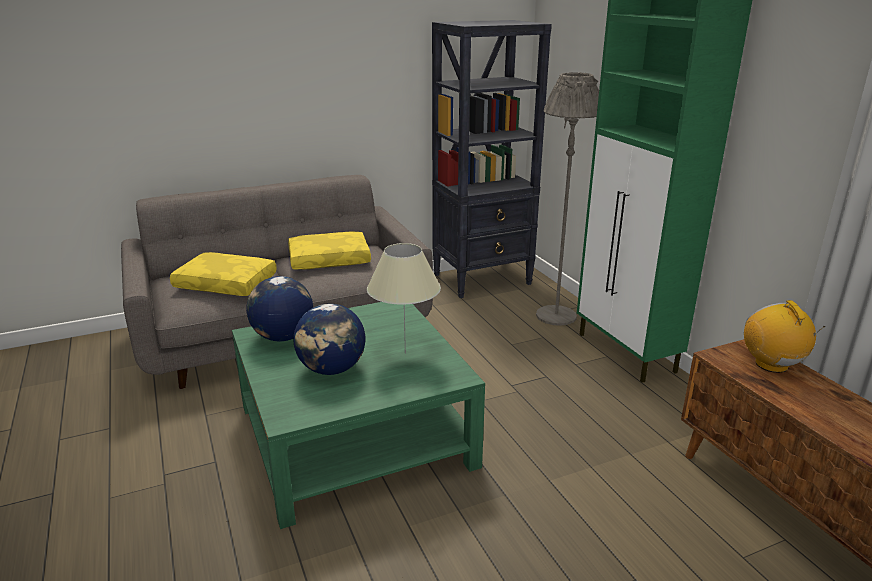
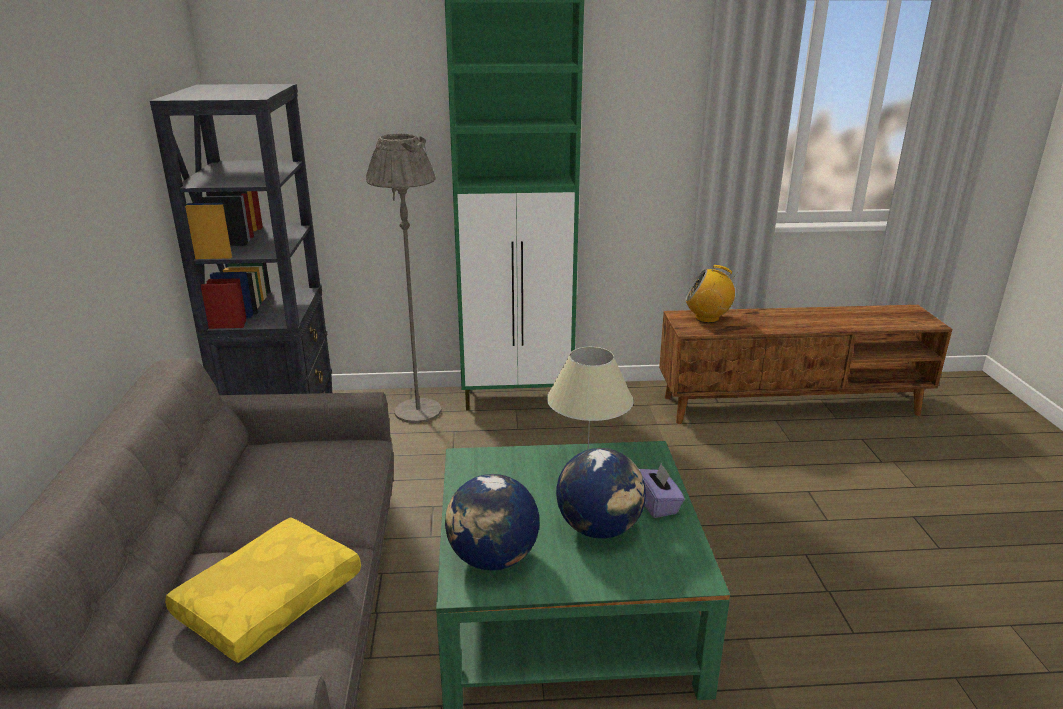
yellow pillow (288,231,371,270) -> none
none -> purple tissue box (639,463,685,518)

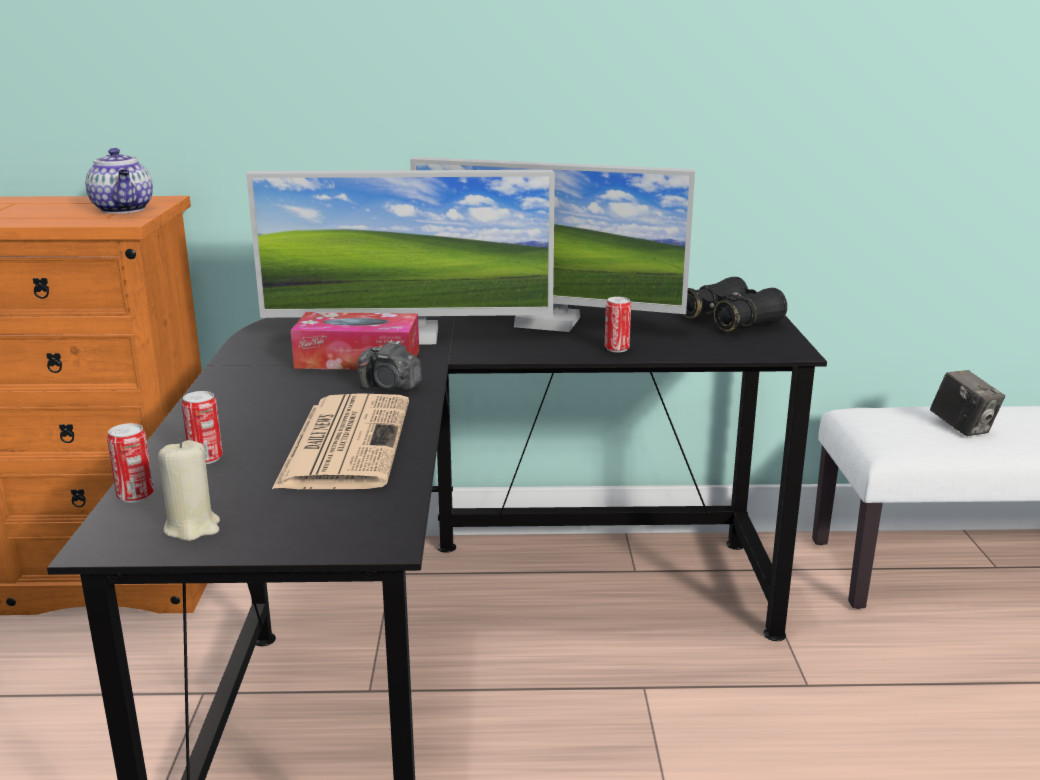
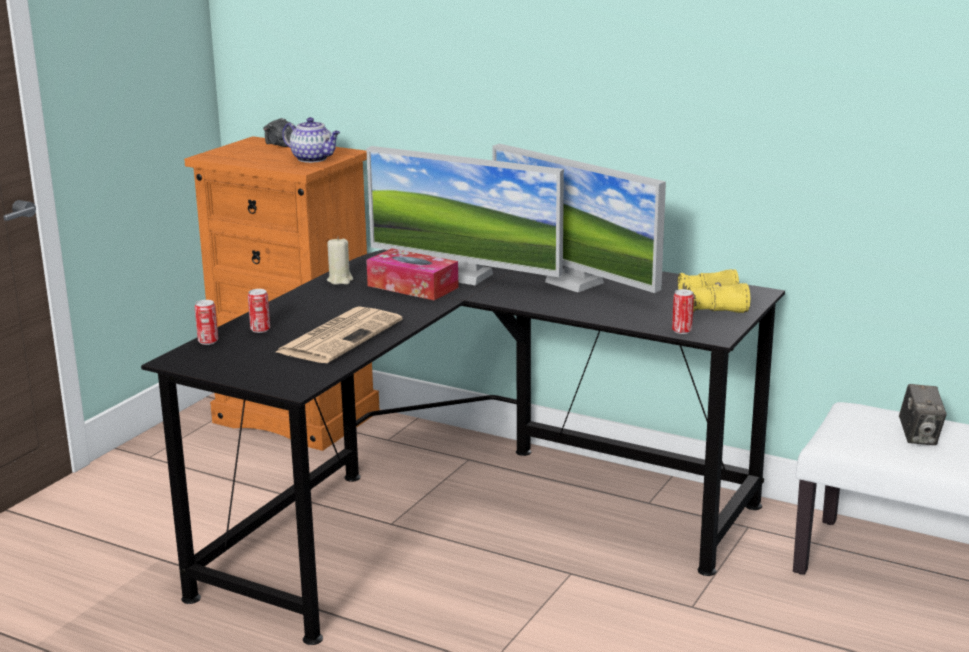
teapot (85,148,153,214) -> teapot (282,117,340,163), 60 degrees counterclockwise
beige candle (158,439,220,541) -> beige candle (327,236,353,285), relocated
photo camera (357,340,422,390) -> photo camera (263,118,293,147), relocated
can (605,297,631,352) -> can (672,289,694,334), relocated
black binoculars (682,277,787,331) -> yellow binoculars (677,269,750,313)

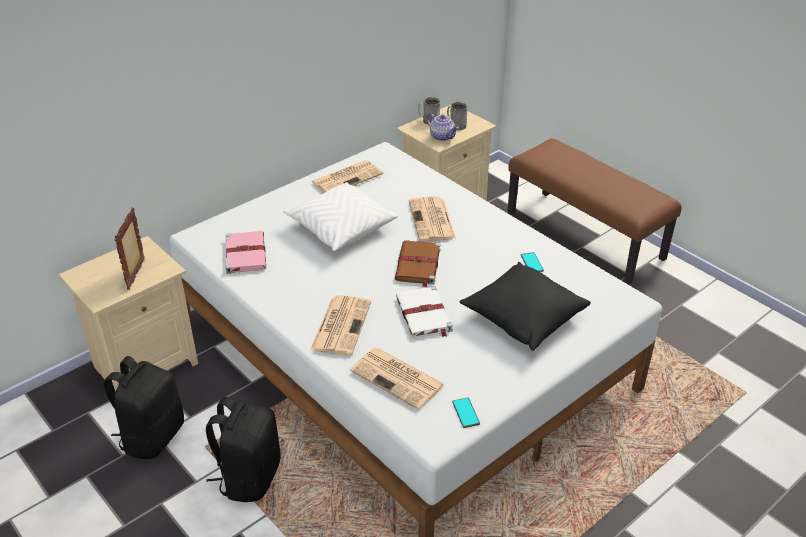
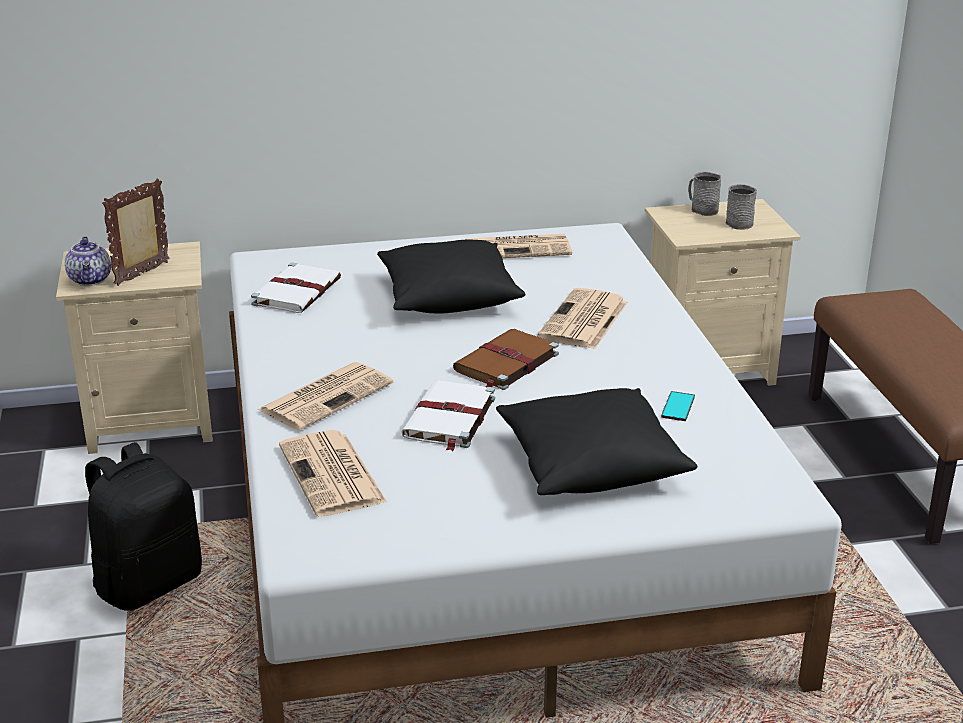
black backpack (104,356,184,459) -> none
pink book (226,231,266,274) -> white book (251,263,341,313)
white pillow (283,182,398,251) -> black pillow (377,240,525,314)
teapot (427,113,459,141) -> teapot (65,236,111,286), relocated
phone (452,398,480,428) -> none

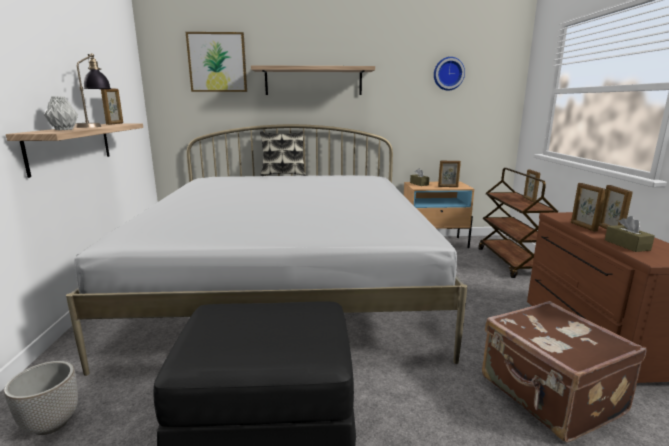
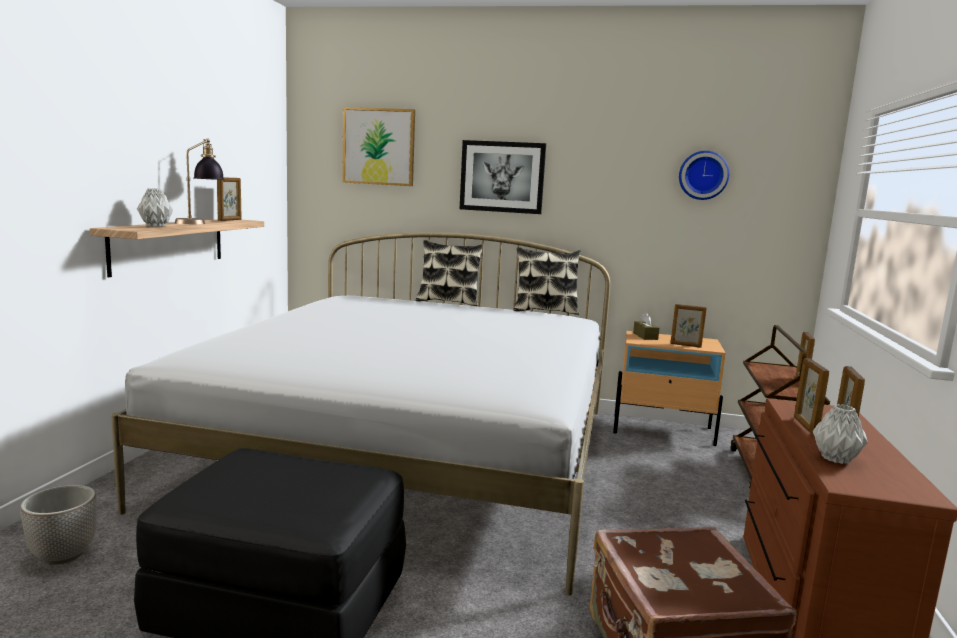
shelf (251,65,375,95) -> picture (460,140,546,214)
brown tissue box (605,216,655,252) -> grey vase (813,404,868,464)
none -> pillow (514,247,581,315)

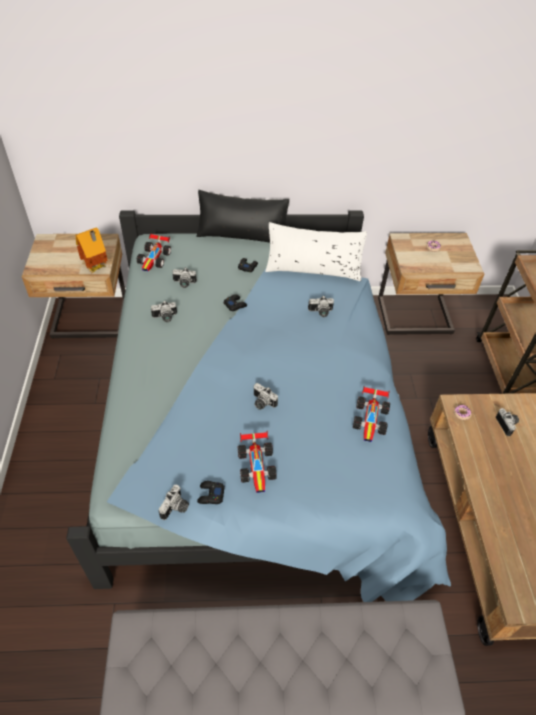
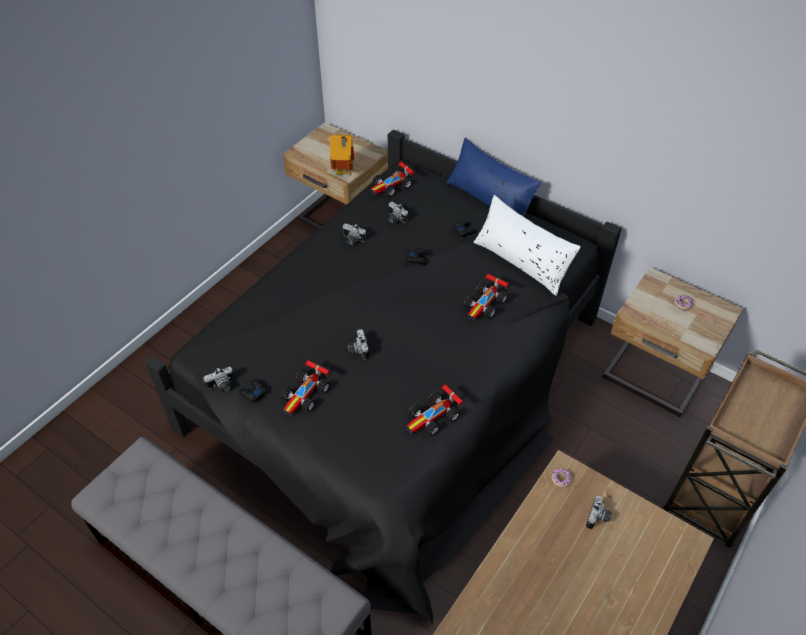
blue bed (66,211,451,602) -> black bed (145,129,622,626)
black pillow (196,190,289,242) -> blue pillow (447,137,541,216)
photo camera (308,296,334,317) -> toy car (464,272,509,320)

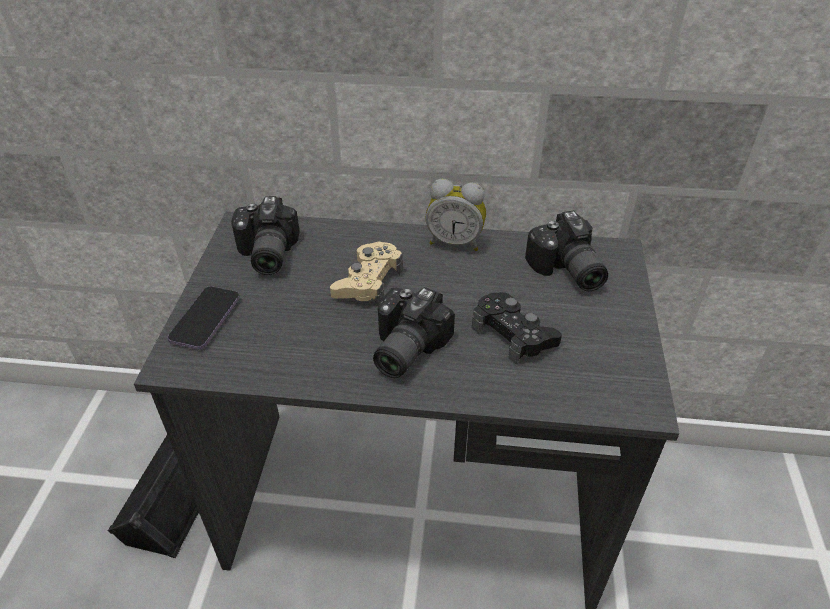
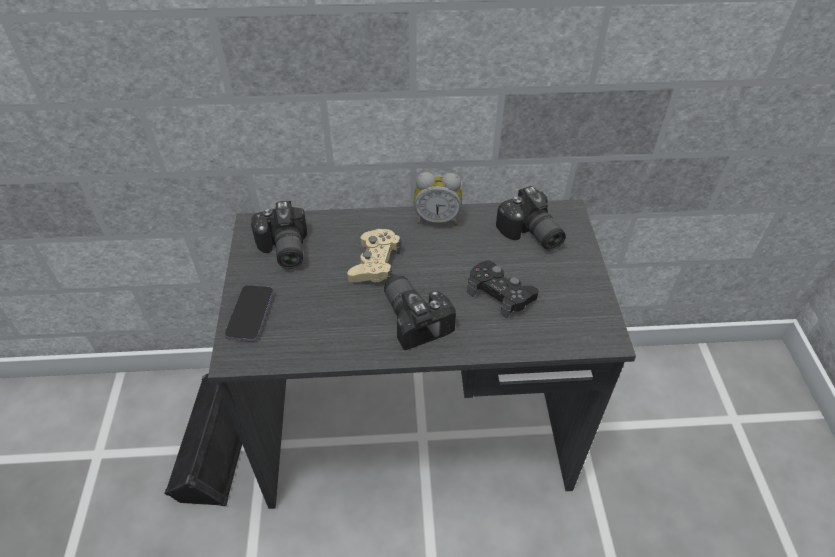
photo camera (373,287,455,378) -> photo camera (384,276,456,350), 135 degrees clockwise

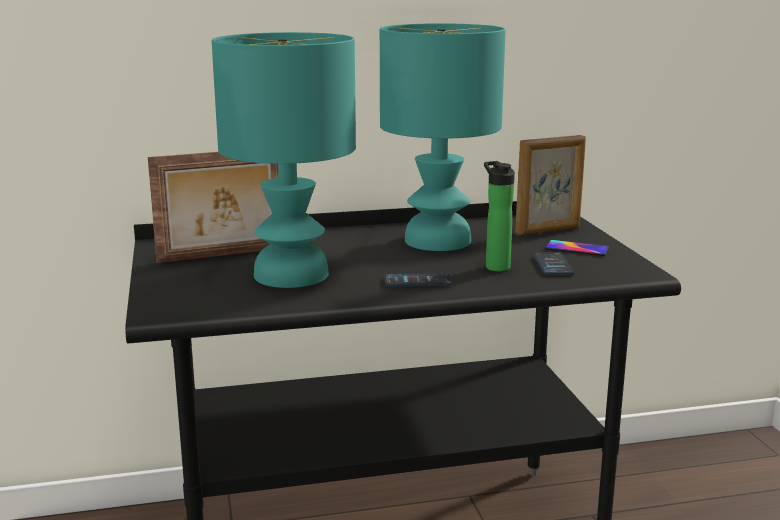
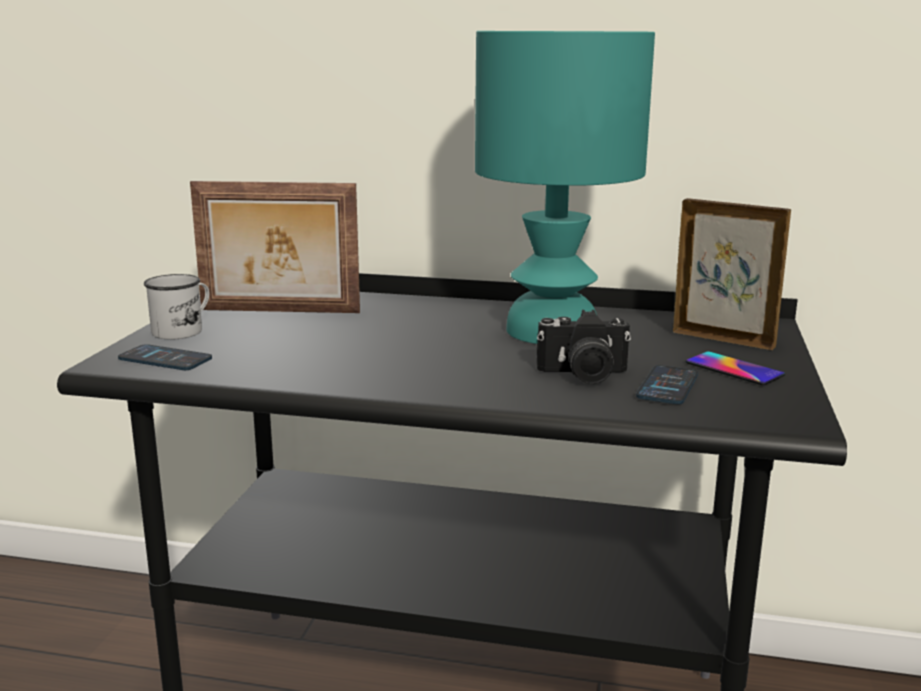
turquoise table lamp (212,32,356,288) -> none
phone (384,273,452,287) -> phone (118,344,212,370), relocated
bottle (484,161,515,271) -> photo camera (537,310,631,384)
picture frame (515,135,586,235) -> picture frame (673,198,791,350), 150 degrees counterclockwise
none -> white mug (144,274,209,339)

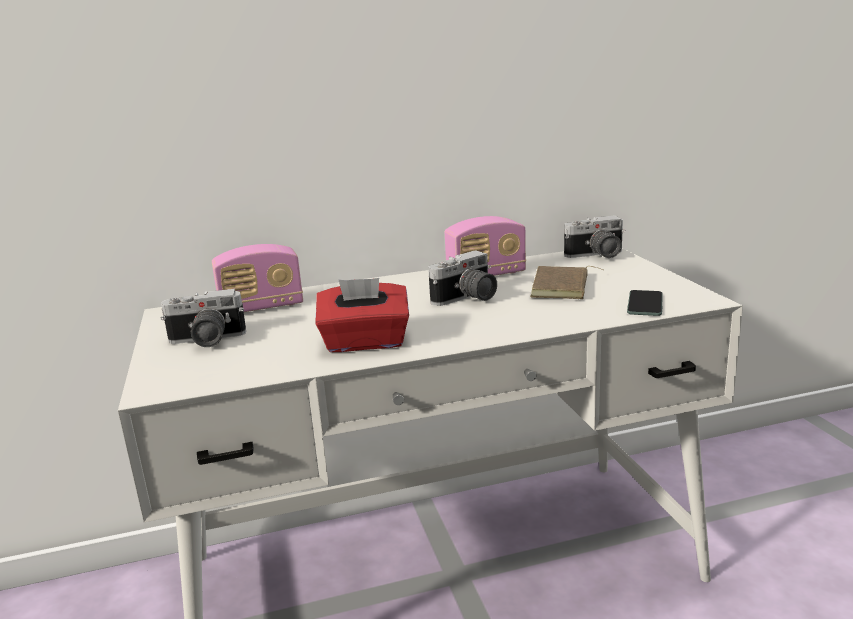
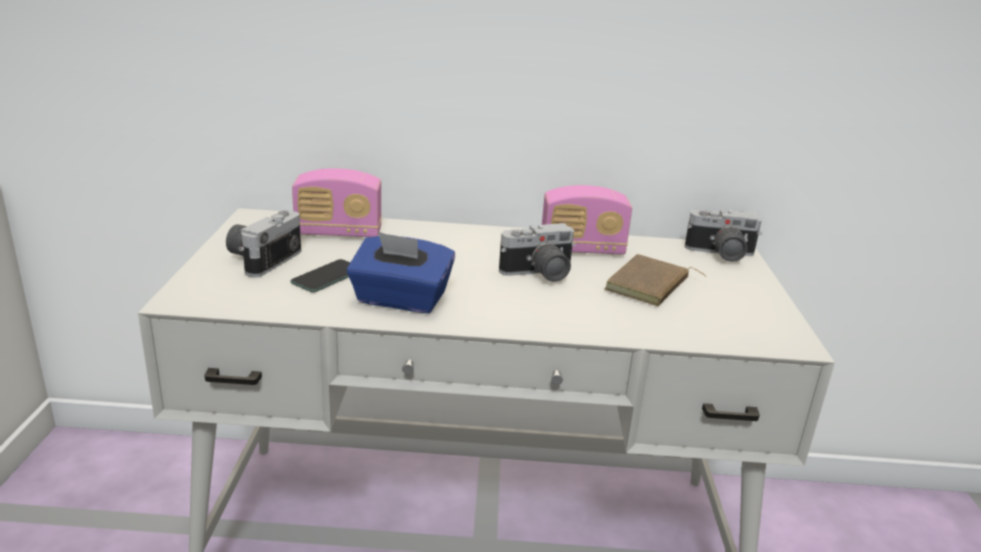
photo camera (160,289,246,347) -> photo camera (226,210,301,277), 105 degrees clockwise
red tissue box (315,278,409,352) -> blue tissue box (347,232,455,313)
phone (627,290,663,316) -> phone (290,259,350,292), relocated

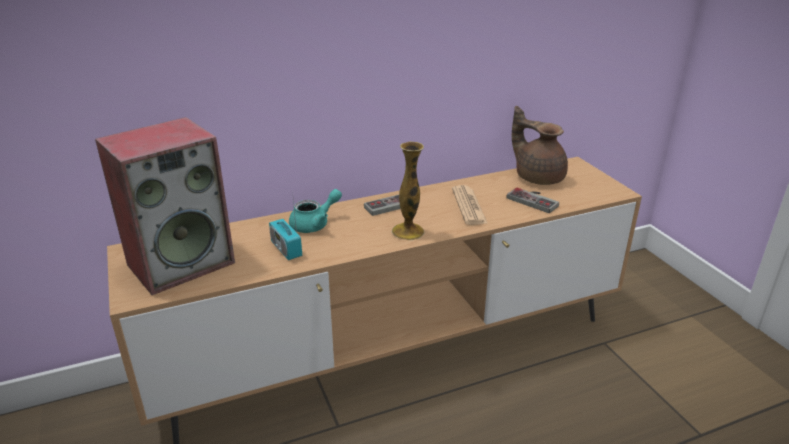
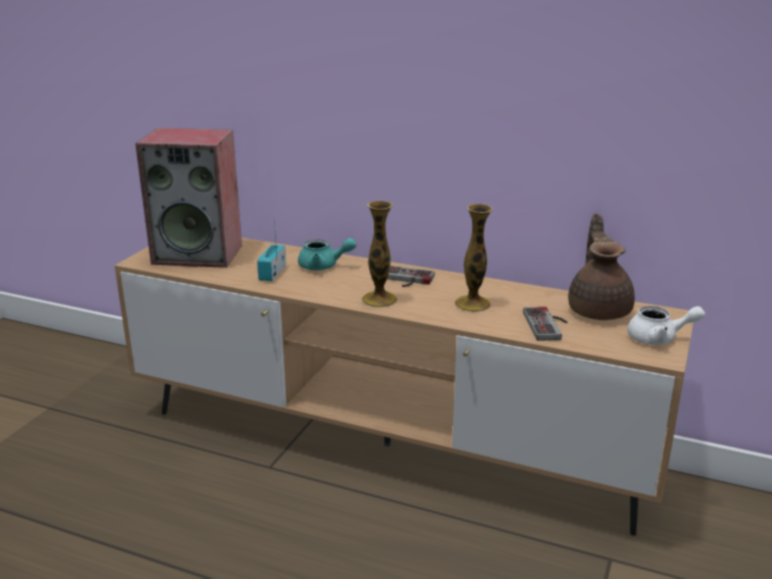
newspaper (452,185,488,225) -> vase (455,204,493,312)
none -> white teapot (628,306,705,345)

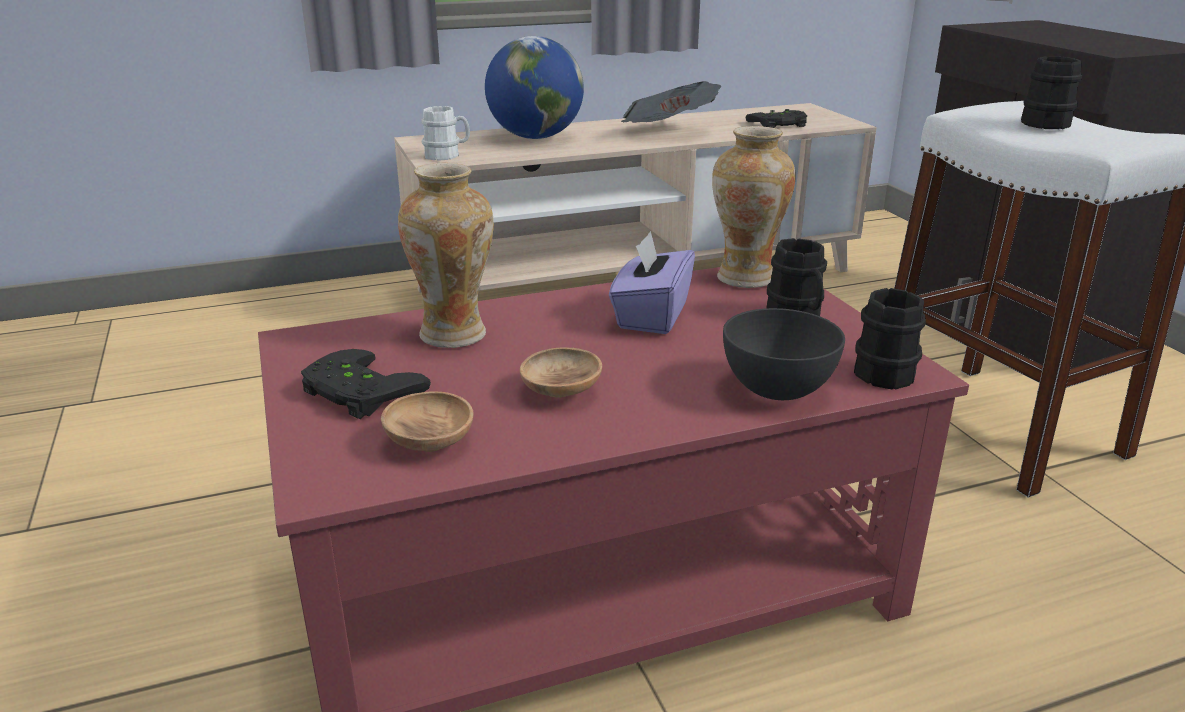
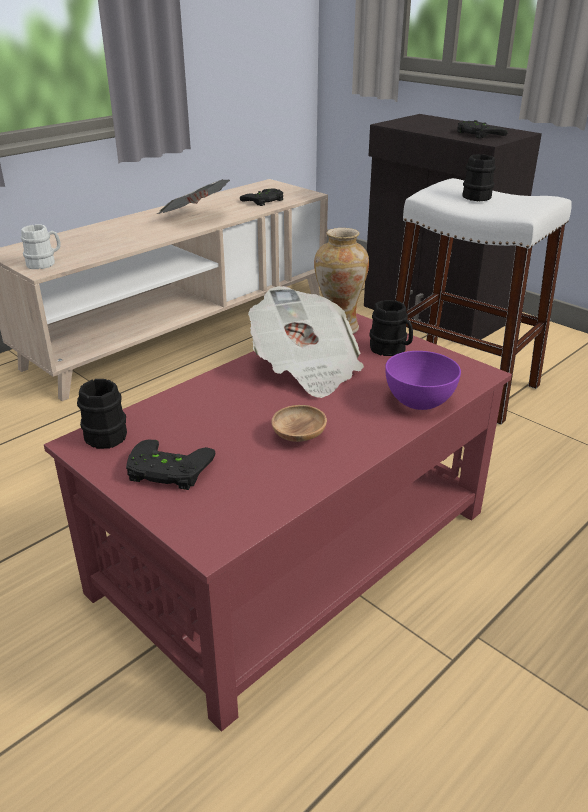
brown bowl (381,392,474,452) -> none
vase (398,163,494,348) -> none
globe (485,36,584,139) -> none
purple tissue box (609,231,695,334) -> newspaper (248,286,364,398)
grey bowl (723,308,845,400) -> purple bowl (385,351,461,410)
black mug (854,288,926,390) -> black mug (77,379,127,449), relocated
none -> black game controller (457,120,508,138)

